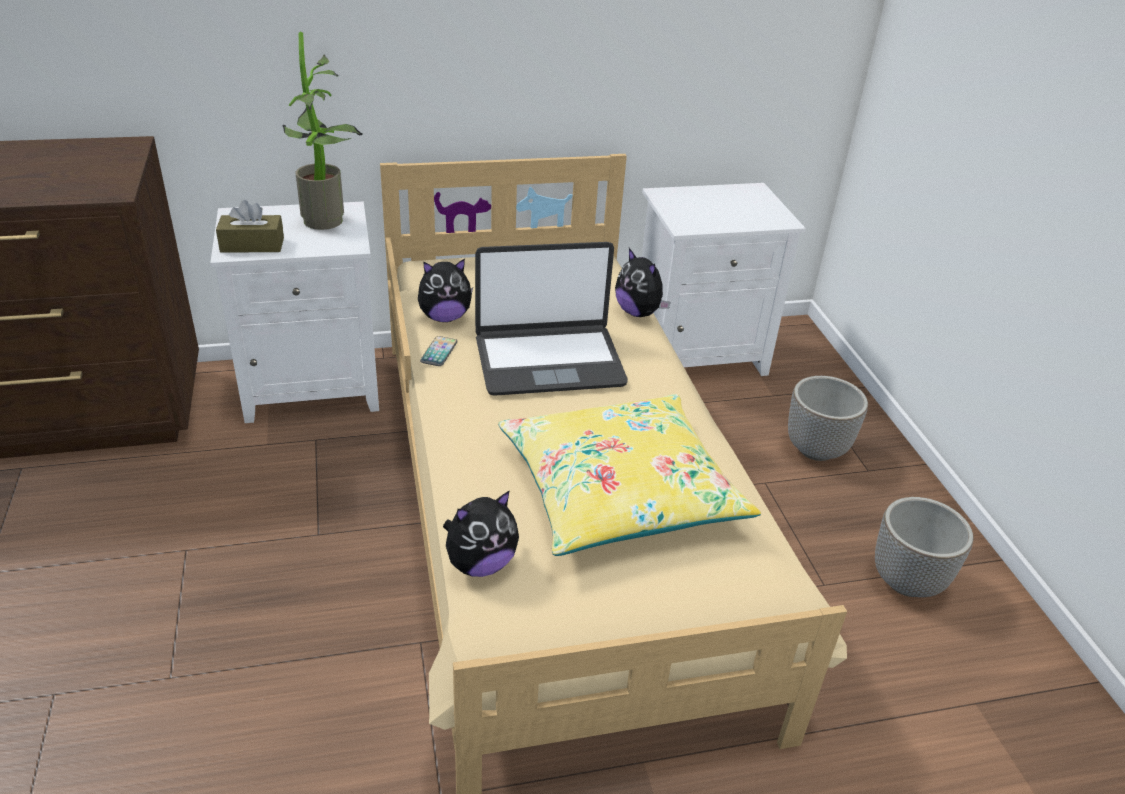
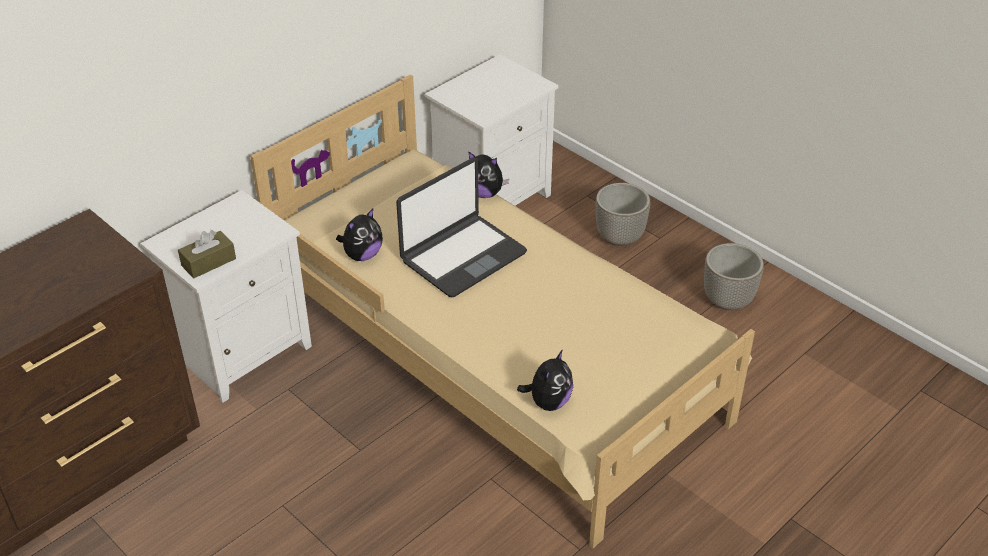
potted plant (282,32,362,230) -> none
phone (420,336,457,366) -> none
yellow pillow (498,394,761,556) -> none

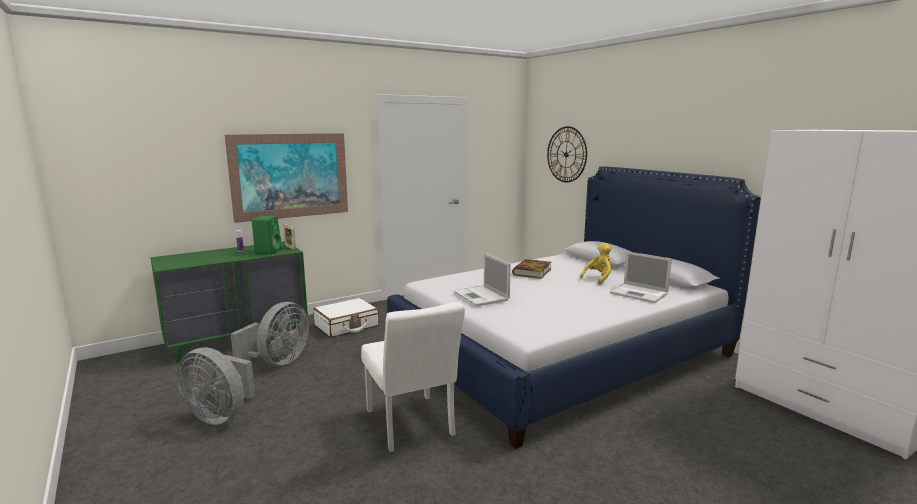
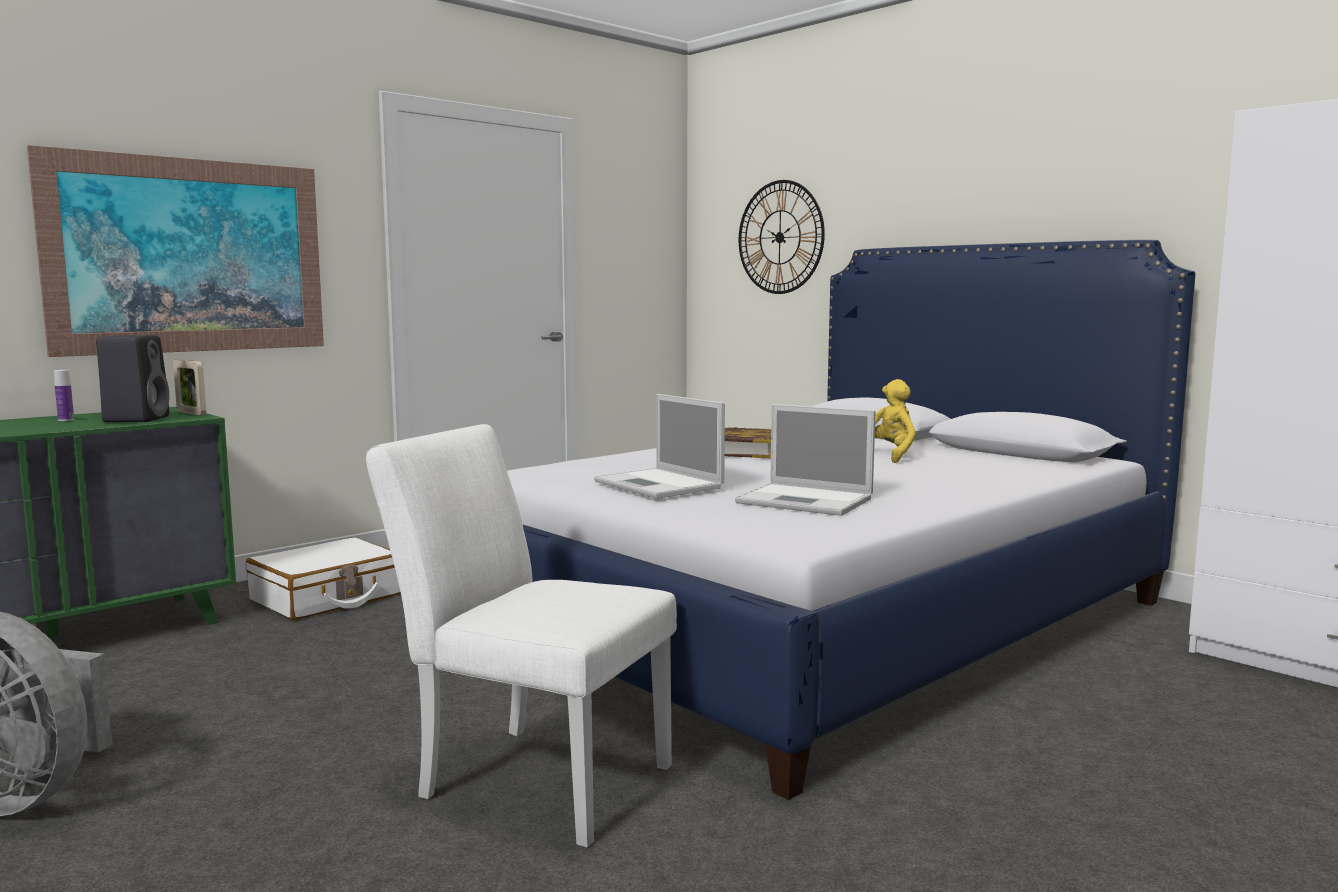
grey fan (231,302,309,365) -> none
green speaker (252,216,281,254) -> black speaker (96,335,169,422)
white chair (361,302,465,452) -> white chair (366,424,677,848), 150 degrees clockwise
laptop (610,251,672,303) -> laptop (735,404,875,516), relocated

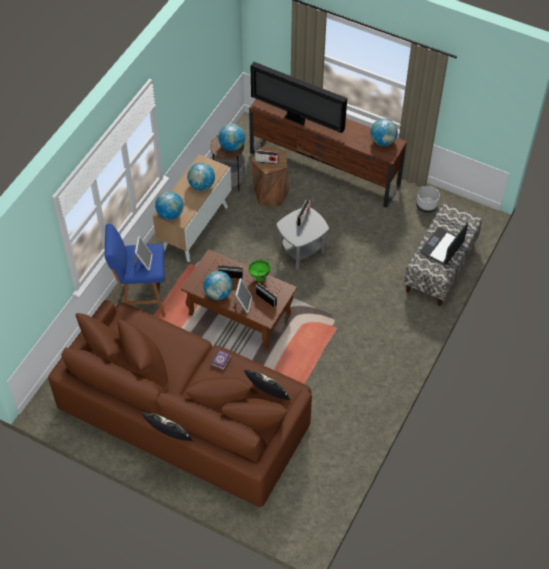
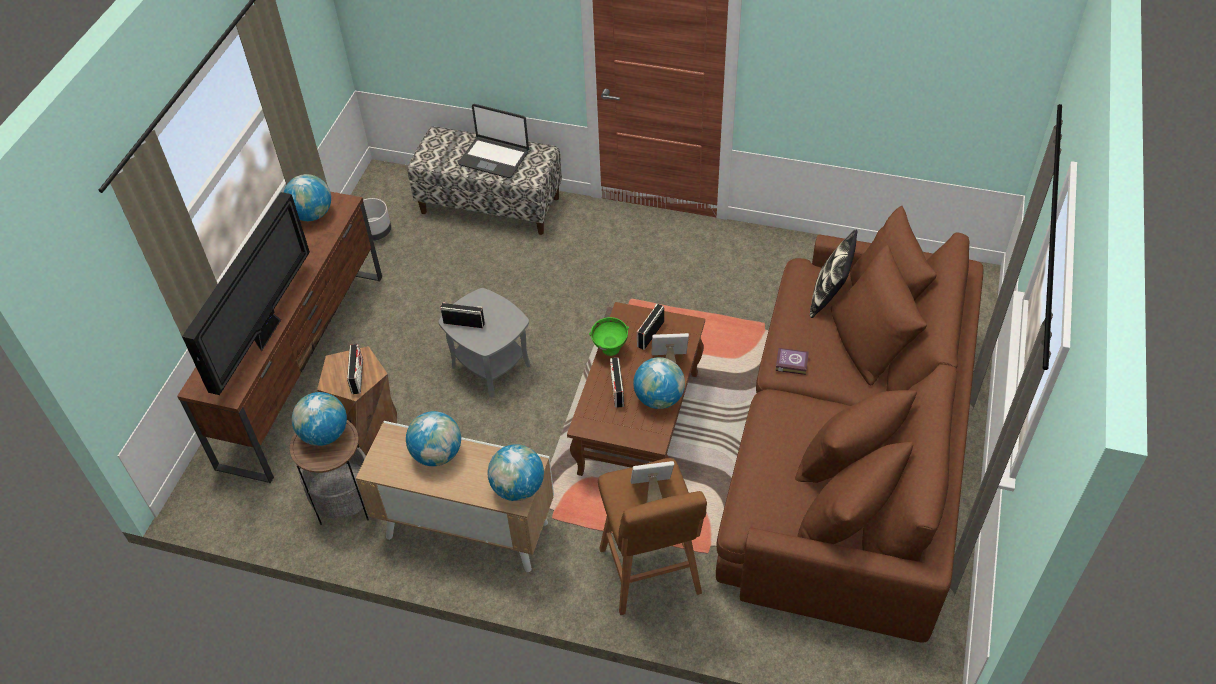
blue stool (105,224,165,317) -> brown stool (598,458,707,615)
pillow (142,412,193,441) -> none

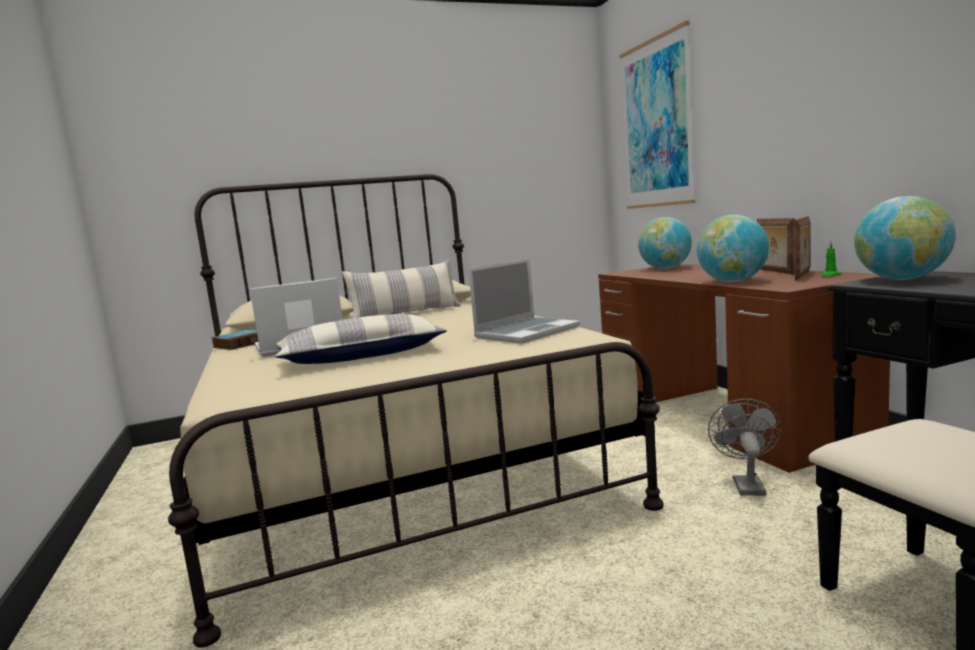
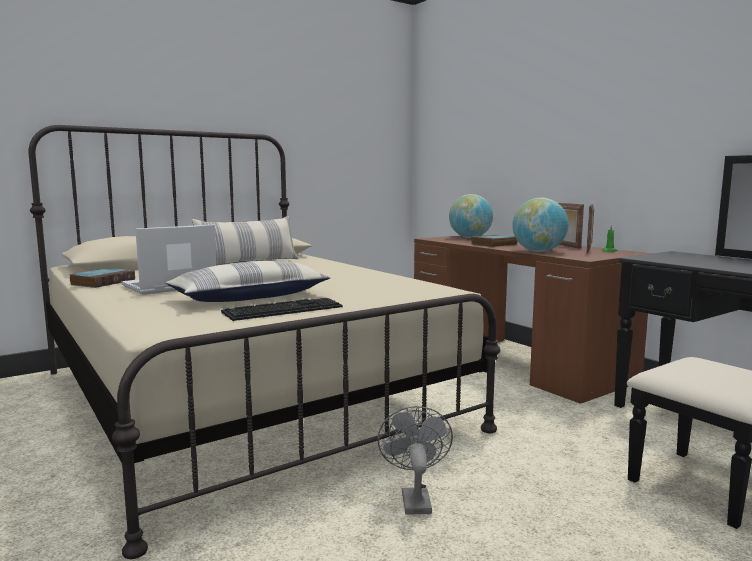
laptop (468,259,580,344) -> none
picture (619,21,695,209) -> none
grey fan (708,399,782,496) -> grey fan (377,406,453,515), relocated
globe (854,196,956,280) -> none
none -> keyboard (221,298,343,321)
none -> book (471,235,518,247)

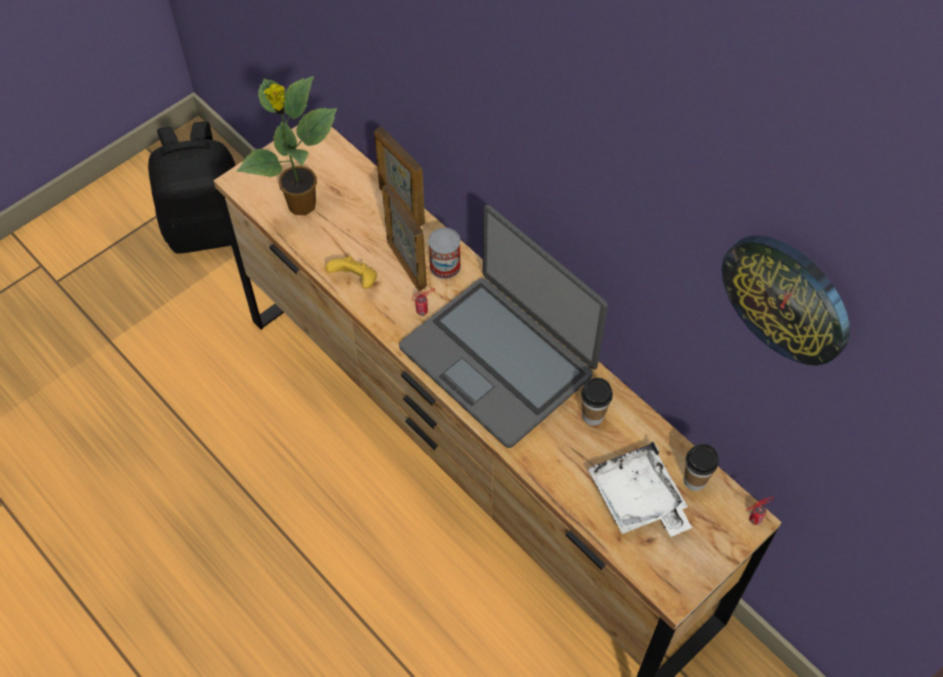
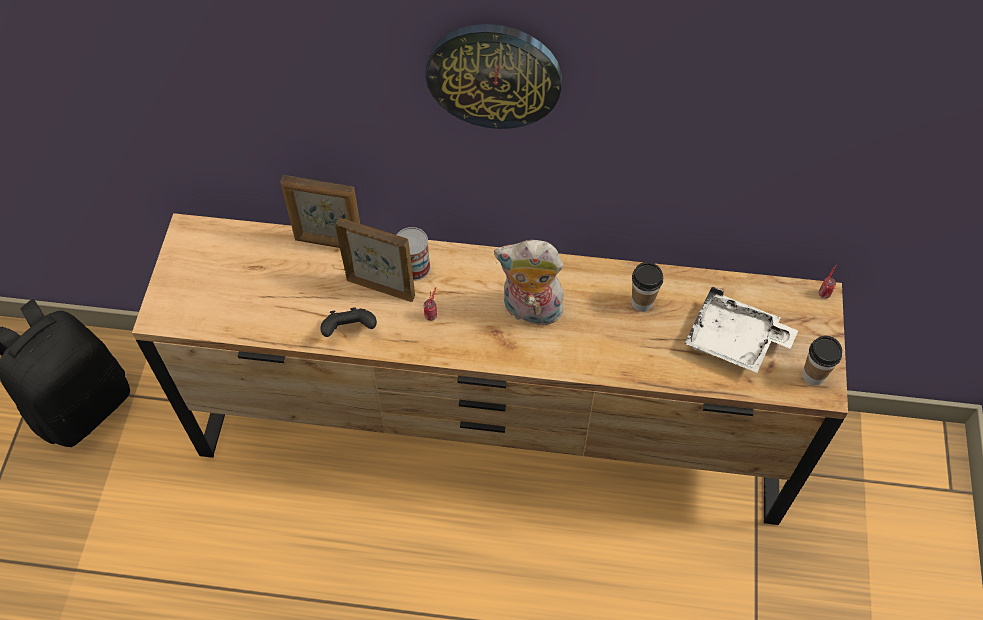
potted plant (236,76,337,215) -> none
yellow game controller (326,255,377,289) -> black game controller (320,307,377,337)
laptop (399,205,608,448) -> plush toy (494,240,567,330)
cup (684,444,719,491) -> cup (802,336,842,385), relocated
wall clock (722,235,850,366) -> wall clock (425,24,562,129), relocated

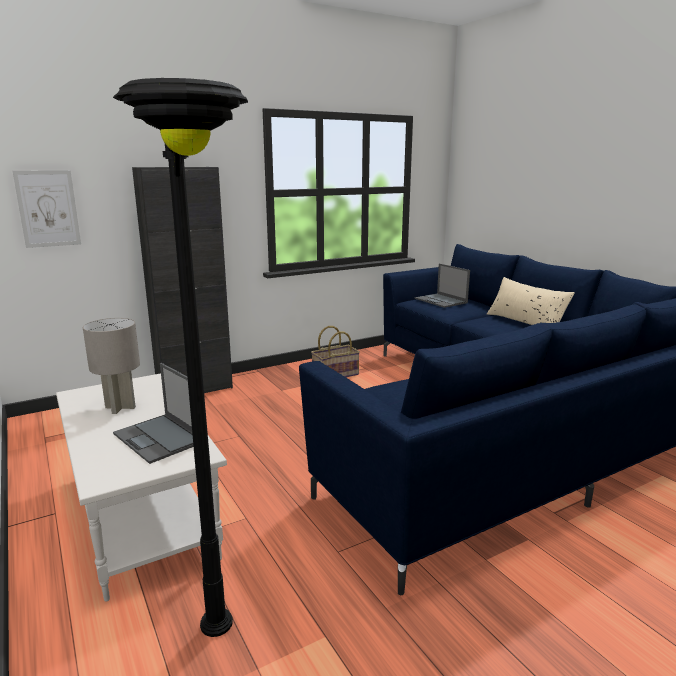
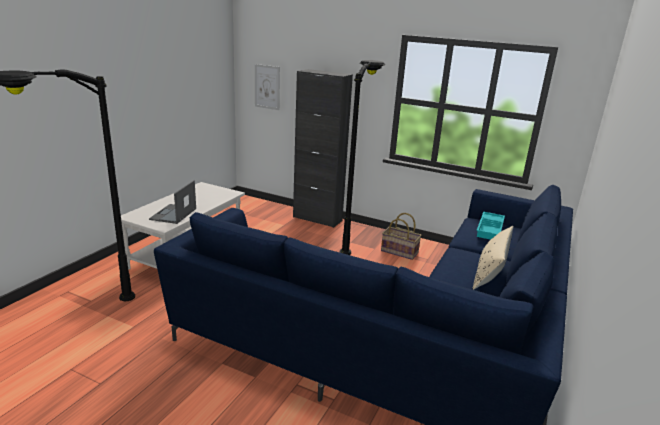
grey table lamp (83,318,140,414) -> none
laptop (415,263,470,308) -> turquoise tray (477,211,505,240)
none -> black floor lamp (339,60,385,255)

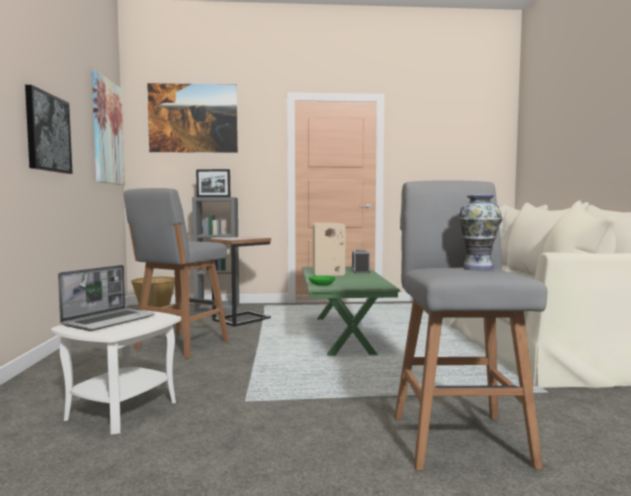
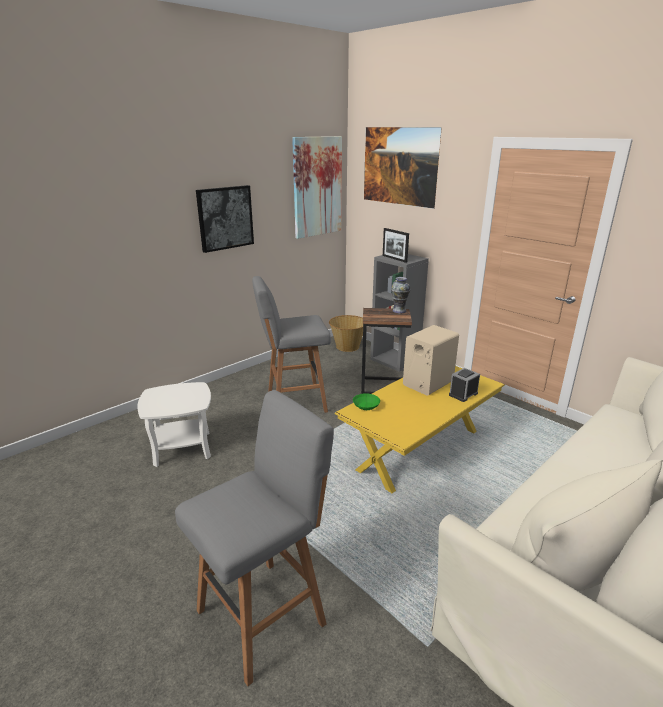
laptop (58,265,155,331) -> none
green coffee table (302,266,400,356) -> yellow coffee table (335,366,505,493)
vase (458,194,503,270) -> vase (391,277,411,314), relocated

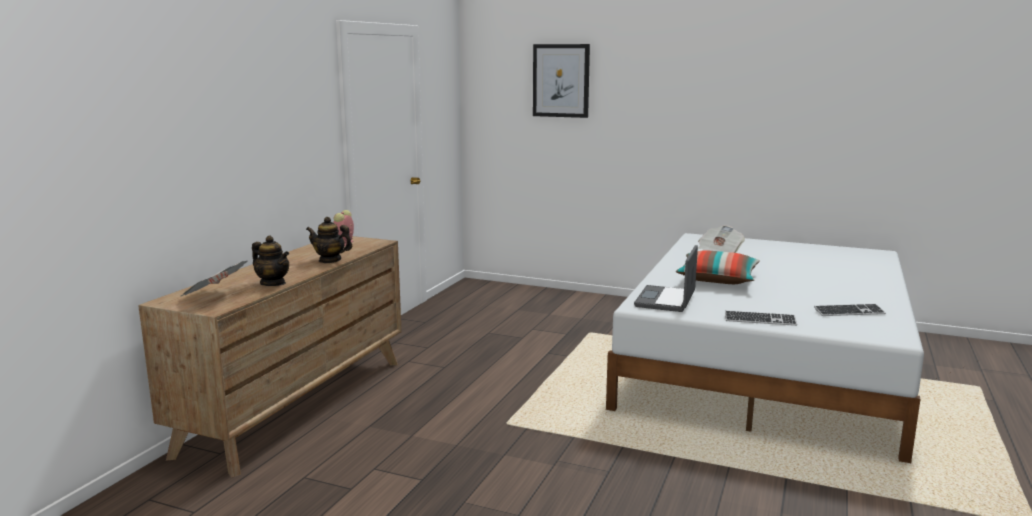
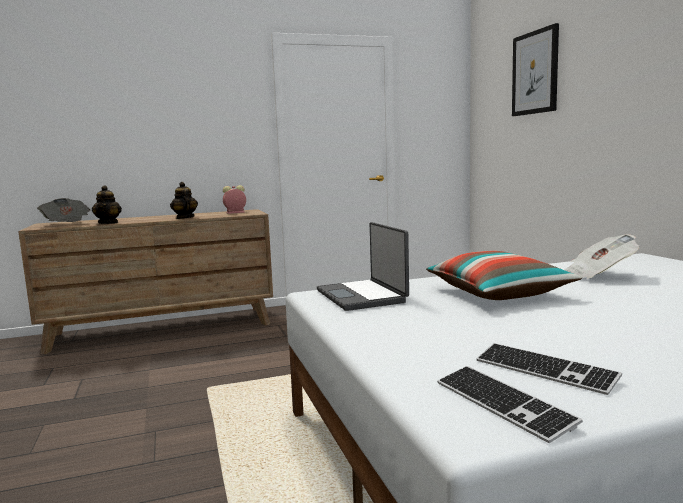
laptop (634,245,698,312) -> laptop (317,222,409,311), 90 degrees counterclockwise
keyboard (725,311,797,326) -> keyboard (437,366,583,443), relocated

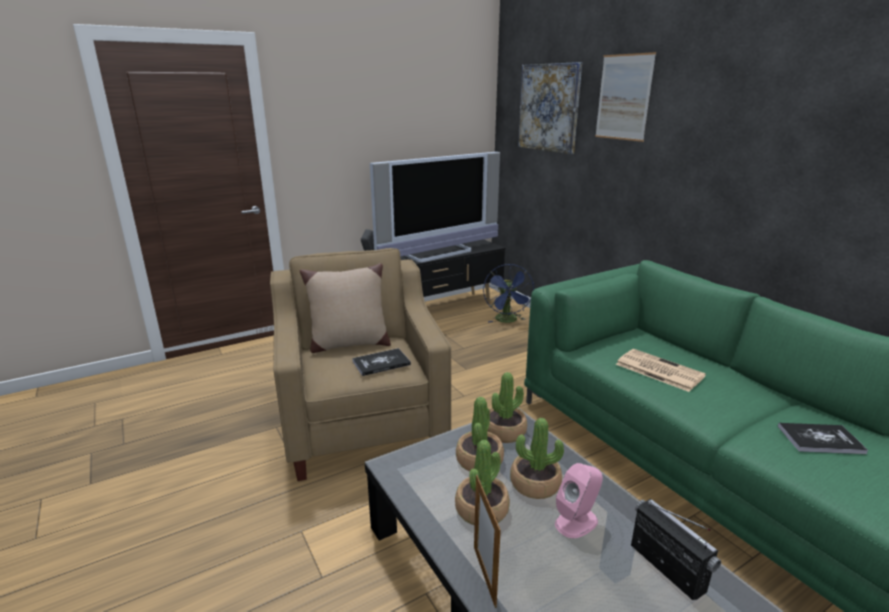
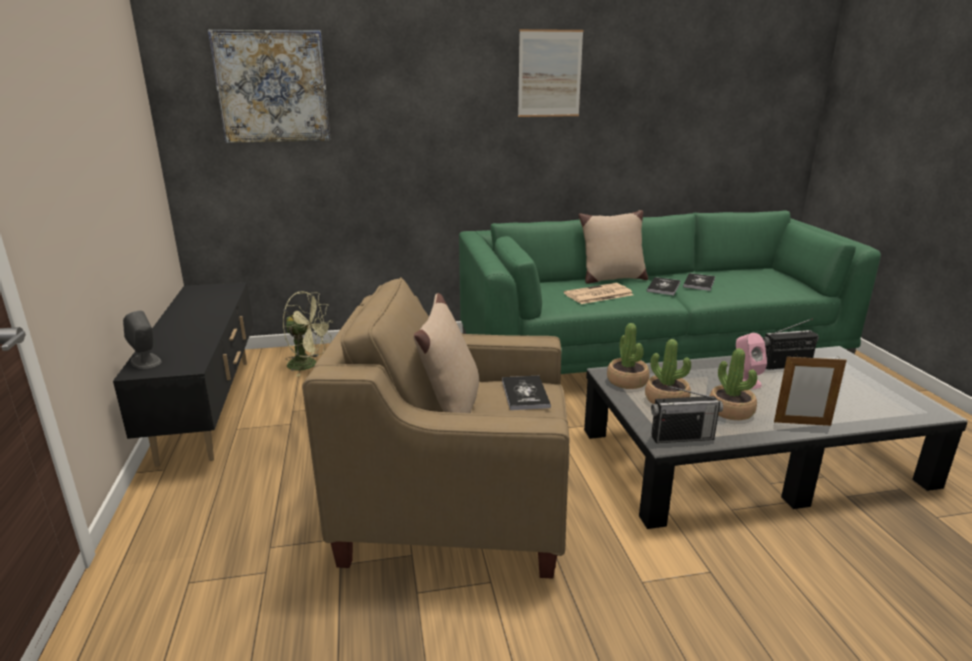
television (370,152,500,262) -> none
blue fan (483,264,534,323) -> green fan (283,291,333,377)
potted plant (510,418,564,499) -> none
picture (595,52,656,142) -> picture (518,29,583,117), relocated
none -> beige pillow (578,210,648,284)
none -> book (647,277,681,295)
none -> radio (651,385,723,443)

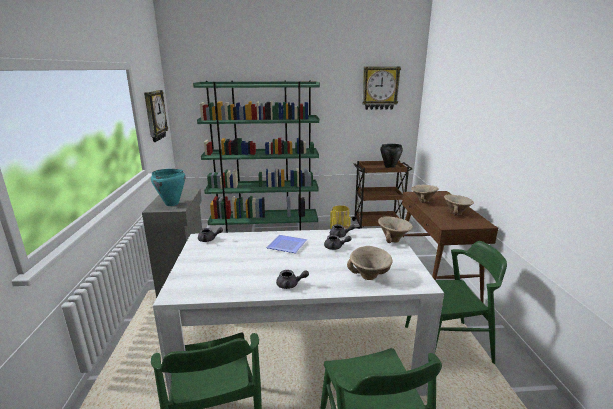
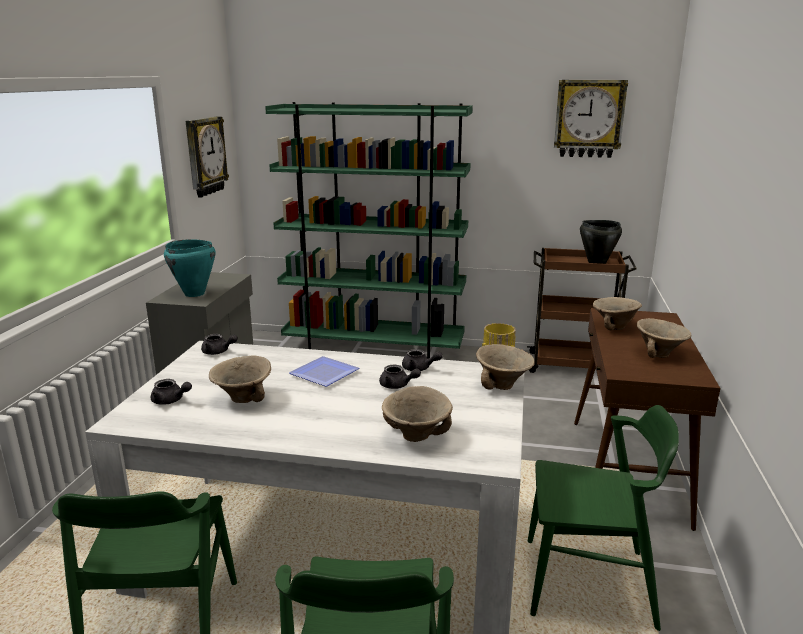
grey teapot (276,270,309,289) -> grey teapot (151,379,192,405), relocated
none -> beige bowl (209,355,271,403)

